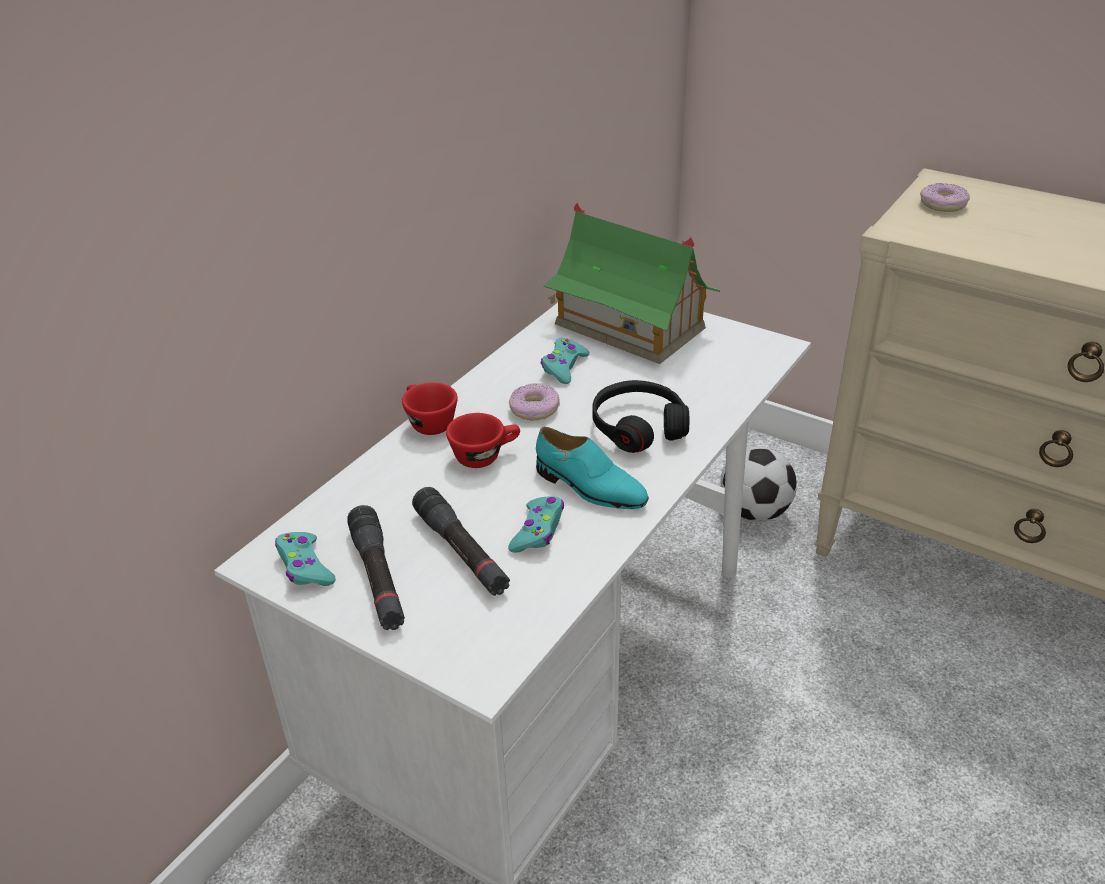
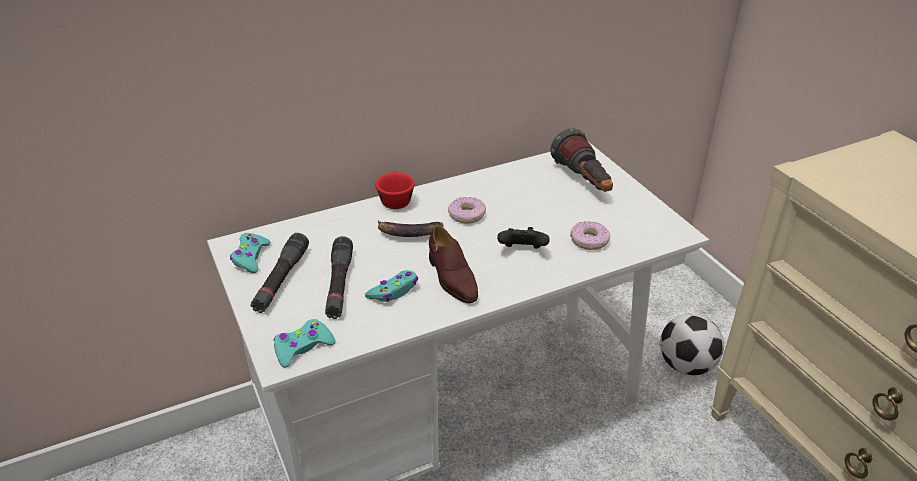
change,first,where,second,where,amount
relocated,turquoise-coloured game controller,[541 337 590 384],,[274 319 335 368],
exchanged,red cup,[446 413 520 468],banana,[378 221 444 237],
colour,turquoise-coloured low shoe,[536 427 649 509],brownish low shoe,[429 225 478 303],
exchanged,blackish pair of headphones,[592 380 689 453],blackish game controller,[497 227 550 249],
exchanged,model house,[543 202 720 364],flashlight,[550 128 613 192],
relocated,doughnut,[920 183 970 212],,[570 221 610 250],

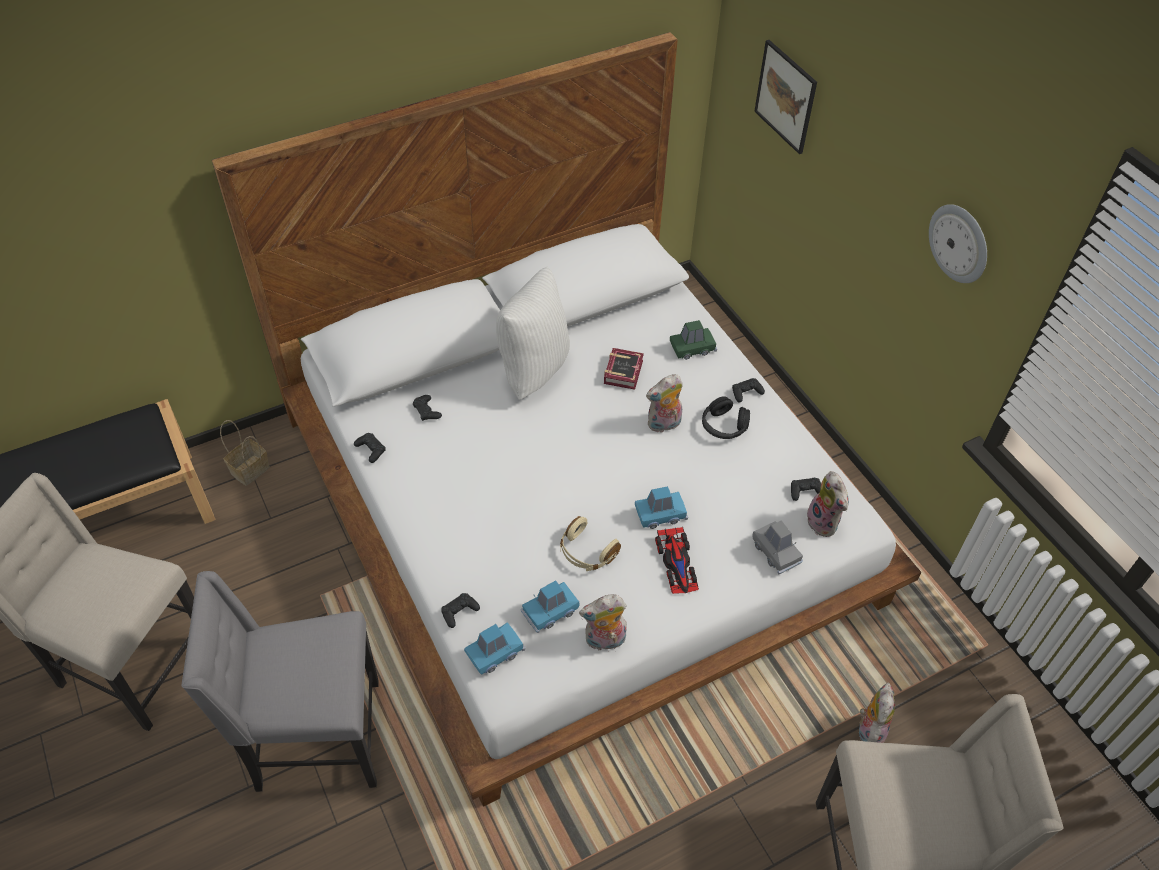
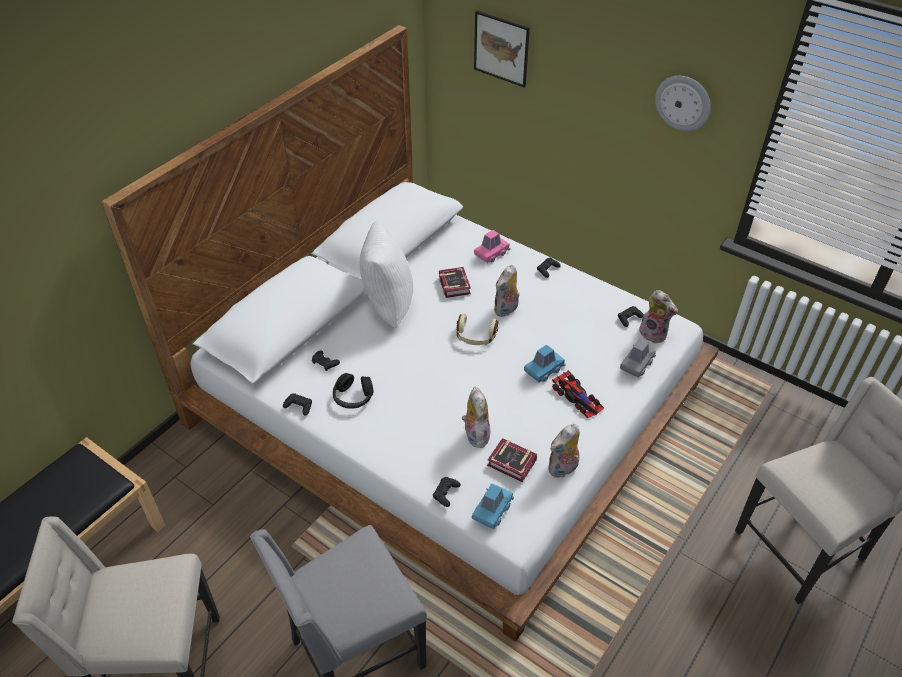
change,first,where,second,where,amount
relocated,blackish pair of headphones,[702 396 750 439],,[333 373 374 409],
relocated,beige pair of headphones,[560 516 621 571],,[456 313 498 346],
relocated,soft toy,[859 682 895 743],,[462 387 490 448],
colour,greenish toy car,[670 320 717 360],pink-coloured toy car,[474 230 510 263],
exchanged,blue toy car,[520 580 580 633],bound book,[487 438 537 482],
spun,gray toy car,[752 520 803 574],,[620 339 656 378],90 degrees counterclockwise
missing,storage basket,[220 420 270 486],,,

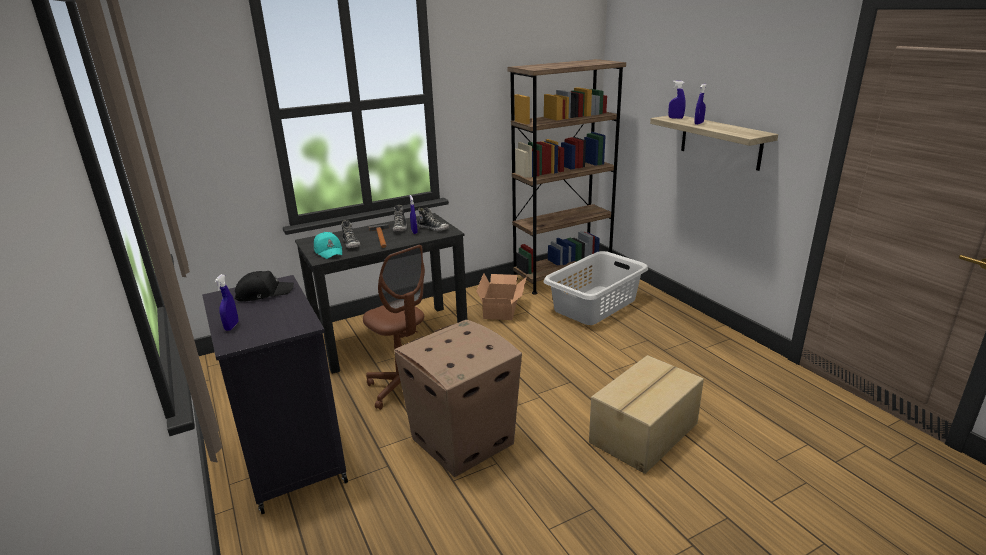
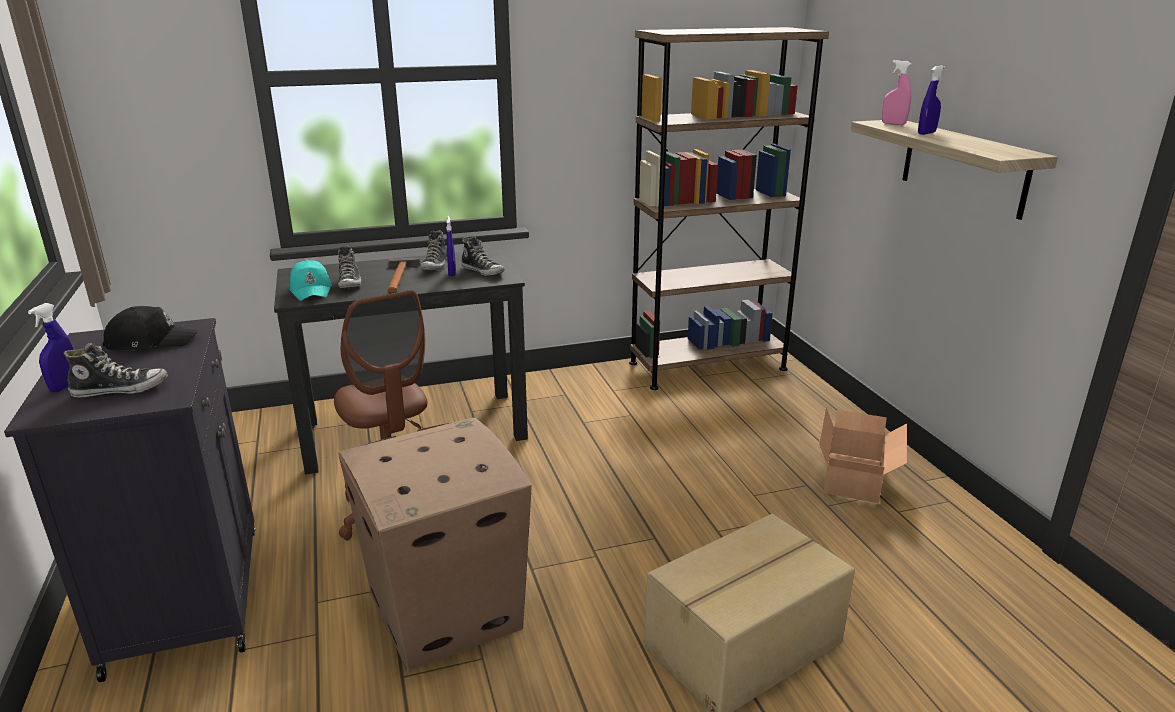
change,first,where,second,where,amount
appeared,,,low shoe,[64 343 168 398],
relocated,carton,[476 273 527 320],,[819 407 907 503],
colour,blue spray bottle,[668 81 686 119],pink-coloured spray bottle,[882 60 912 125],
missing,gray hamper,[544 251 648 325],,,

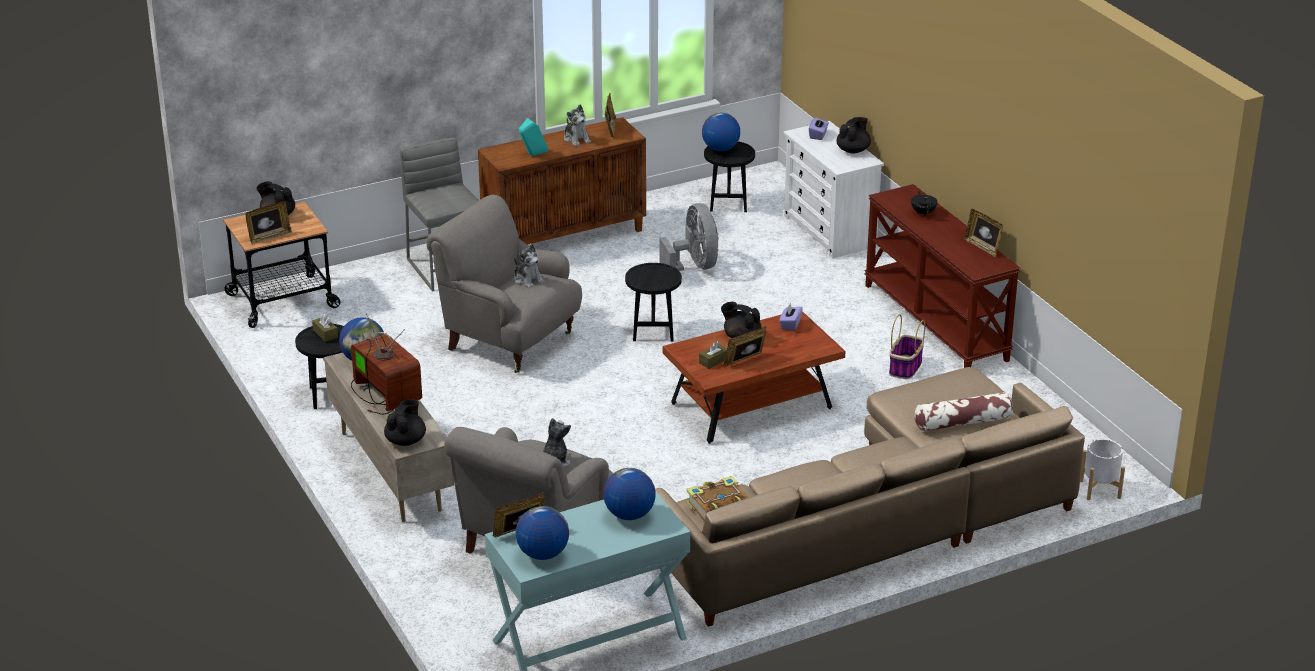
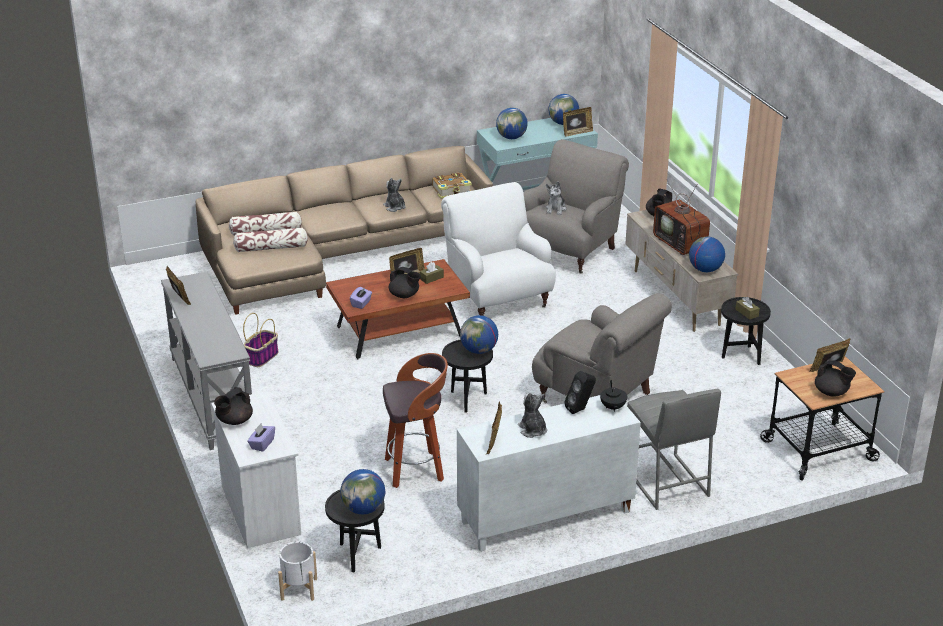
change,first,where,second,where,amount
colour,brownish hall table,[864 184 1021 368],gray hall table,[161 272 252 450],
appeared,,,cushion,[233 227 308 252],
relocated,white-coloured planter,[1080 439 1125 500],,[278 542 317 601],
relocated,soft toy,[514 244 544 288],,[383 178 406 212],
exchanged,gray cooling fan,[660 203 719 271],stool seat,[383 353 448 488],
appeared,,,white-coloured lounge chair,[441 182 556 316],
colour,brownish storage cabinet,[478 117 646 245],white-coloured storage cabinet,[457 395 641 552],
appeared,,,world globe,[460 315 498 354],
colour,turquoise-coloured loudspeaker,[519 118 548 156],blackish loudspeaker,[564 371 596 414],
relocated,blackish pot for tea,[911 191 938 216],,[600 380 627 412],

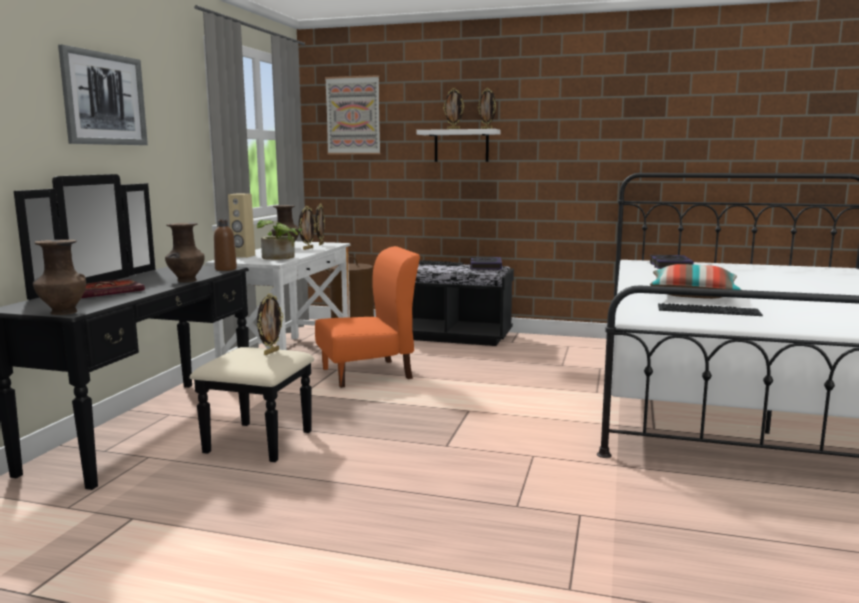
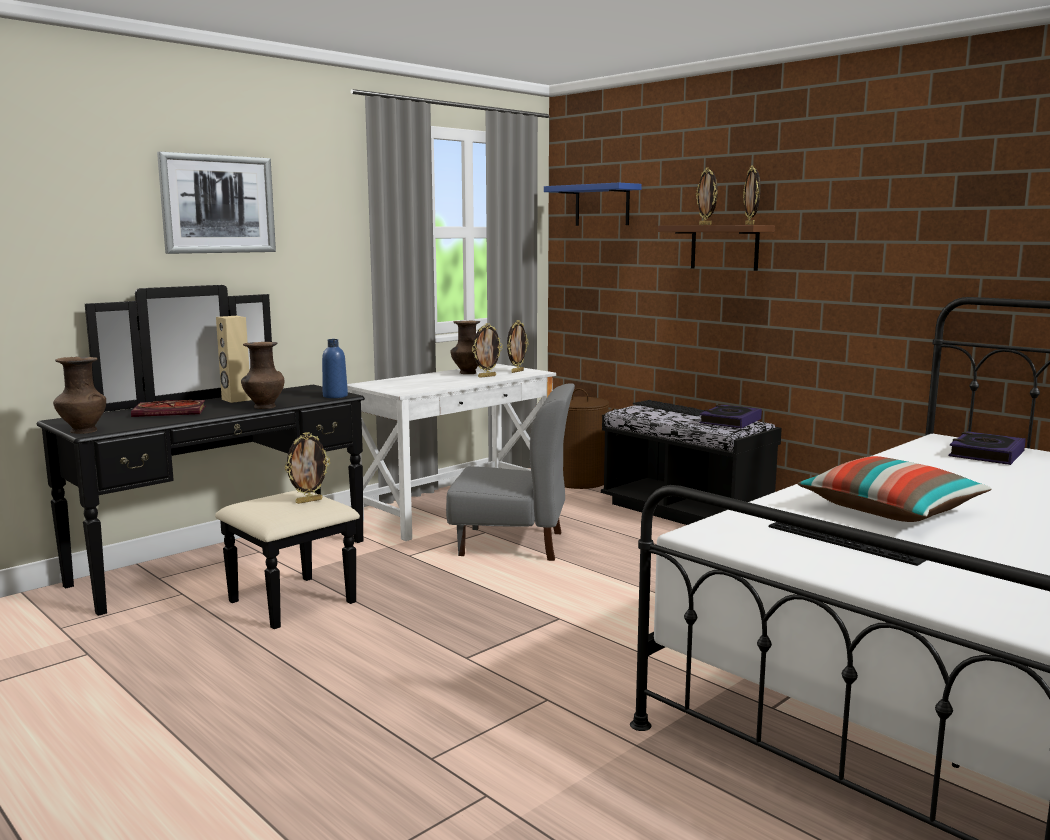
change,first,where,second,where,amount
relocated,beige loudspeaker,[228 194 255 258],,[216 316 251 403],
colour,brownish drink bottle,[214 220 237 271],blue drink bottle,[322 339 348 398],
colour,orangey upright chair,[315 246 420 388],gray upright chair,[446 383 575 561],
exchanged,picture,[325 75 380 154],blue wall shelf,[544 183 642 226],
colour,white-coloured wall shelf,[416 129 500 162],brownish wall shelf,[658 225 775 271],
missing,potted plant,[257 220 302 260],,,

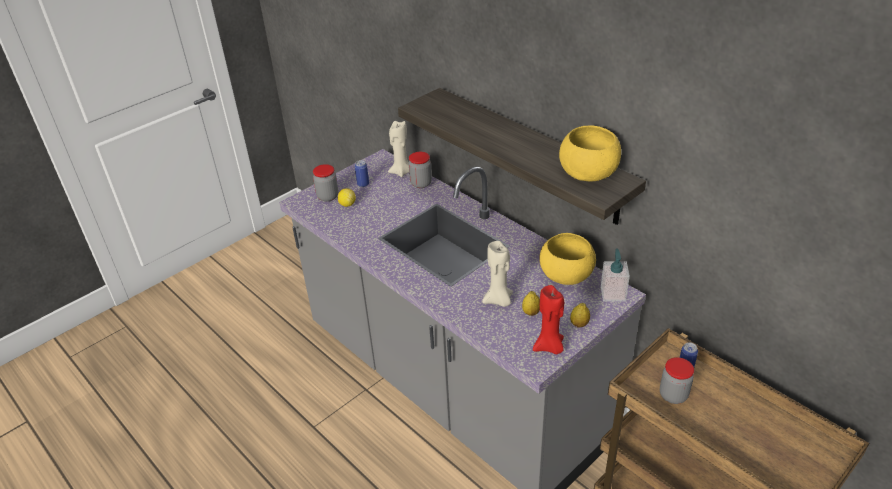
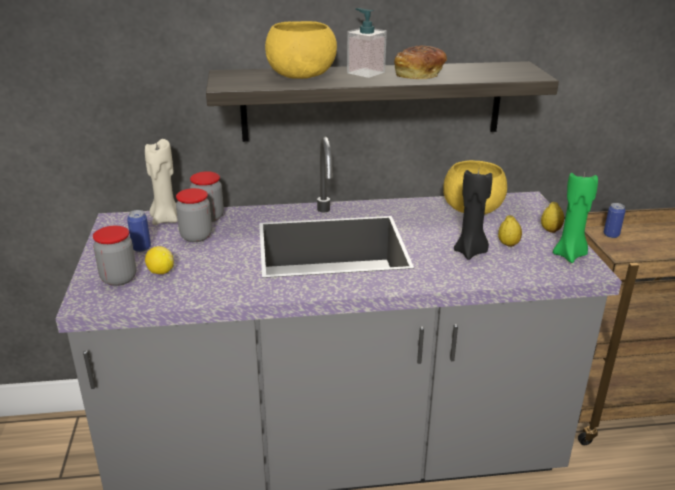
change,first,where,second,where,amount
relocated,storage jar,[660 357 694 404],,[176 188 212 242],
relocated,yellowish serving bowl,[559 125 621 182],,[265 21 337 79],
relocated,liquid soap bottle,[601 248 630 302],,[347 8 387 78],
appeared,,,baked bread,[394 45 447 80],
colour,beige candle,[482 241 513 307],blackish candle,[454 170 492 260],
colour,red candle,[533 285 564 354],greenish candle,[553 173 598 263],

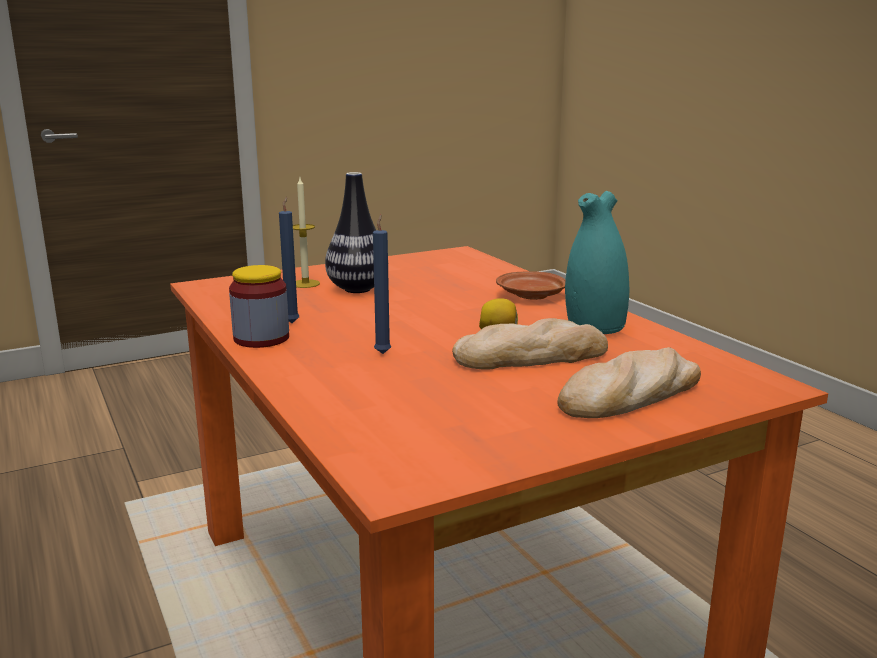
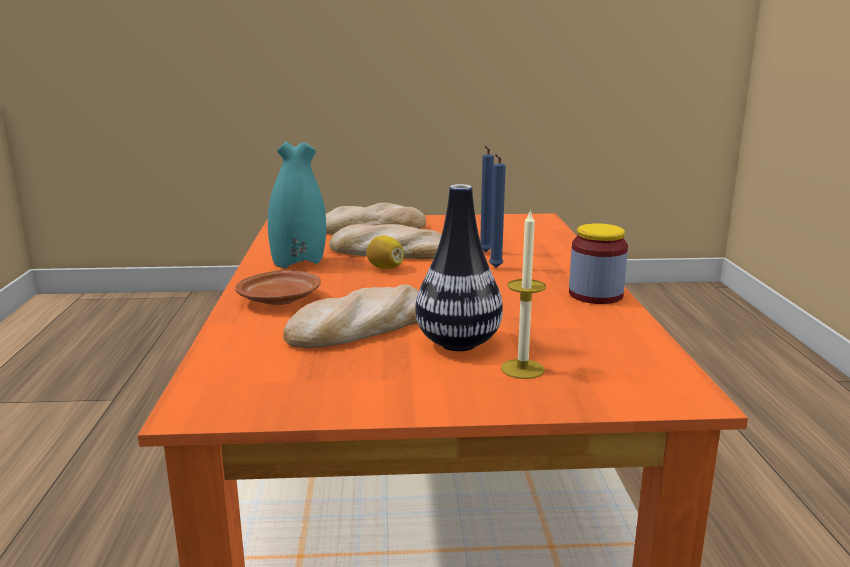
change,first,where,second,where,amount
appeared,,,baked bread,[283 285 419 348],
relocated,blue candle,[279 197 299 323],,[480 146 494 252],

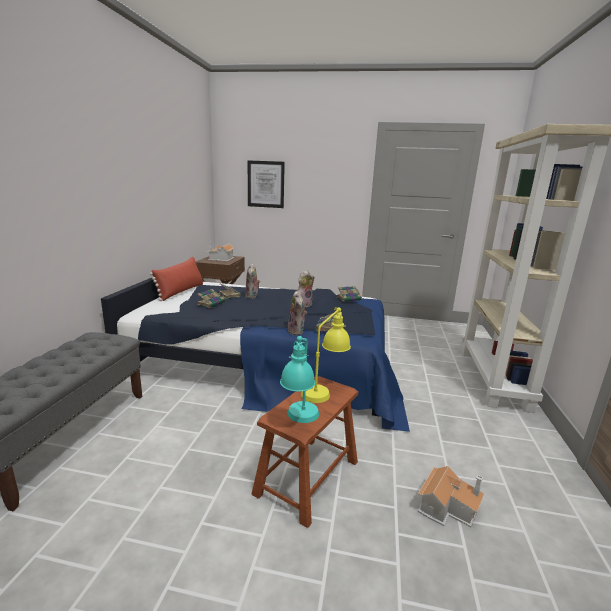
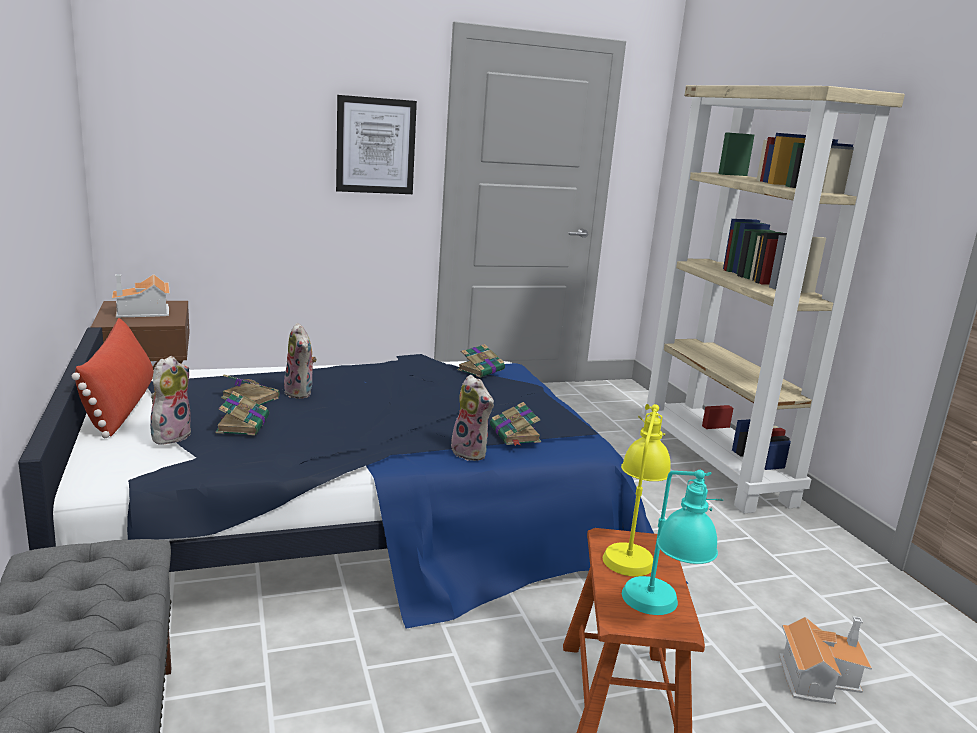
change,first,where,second,where,amount
relocated,soft toy,[298 270 315 307],,[150 356 191 445],
relocated,picture,[248 160 285 208],,[336 95 417 194],

